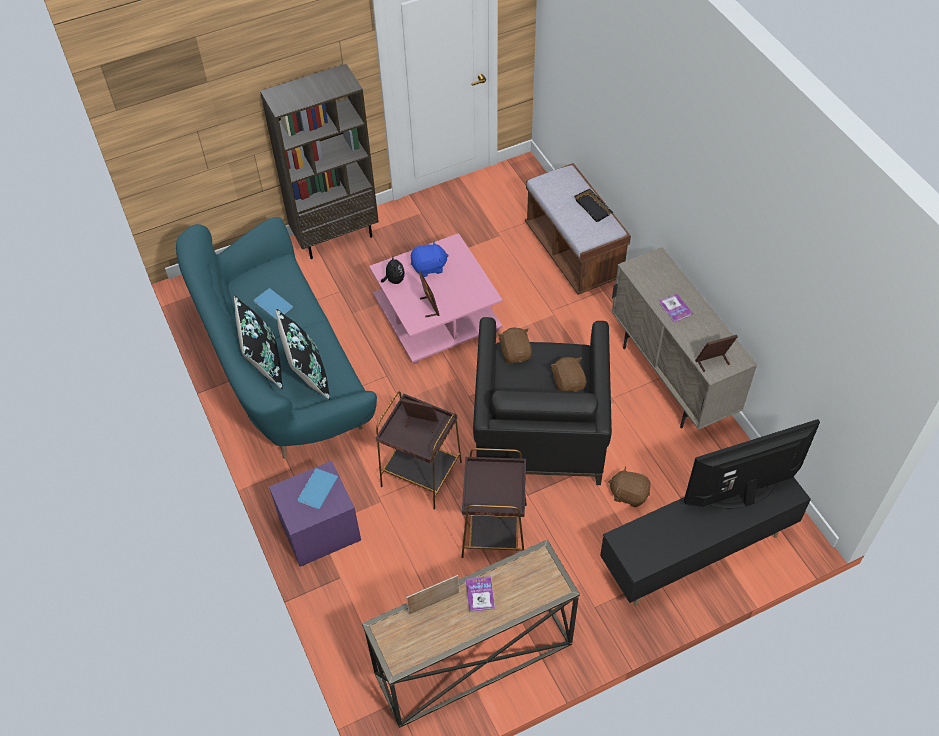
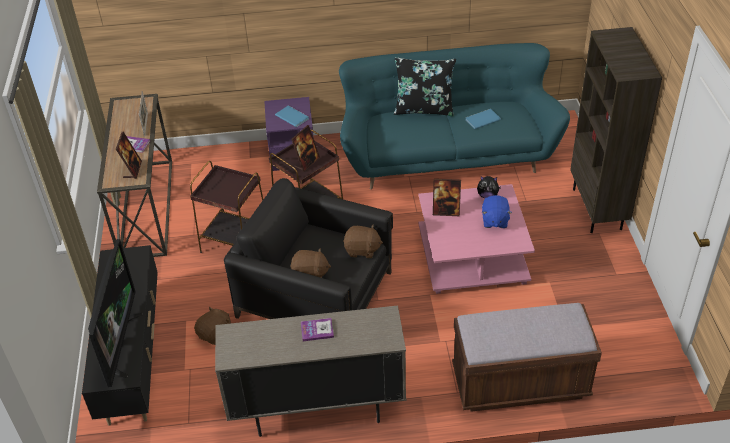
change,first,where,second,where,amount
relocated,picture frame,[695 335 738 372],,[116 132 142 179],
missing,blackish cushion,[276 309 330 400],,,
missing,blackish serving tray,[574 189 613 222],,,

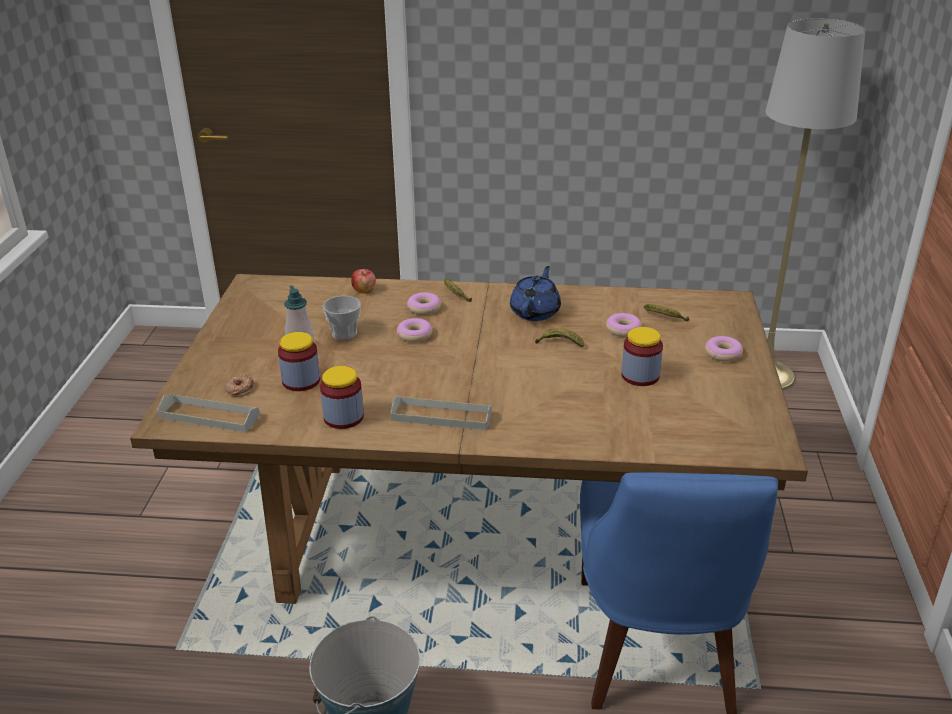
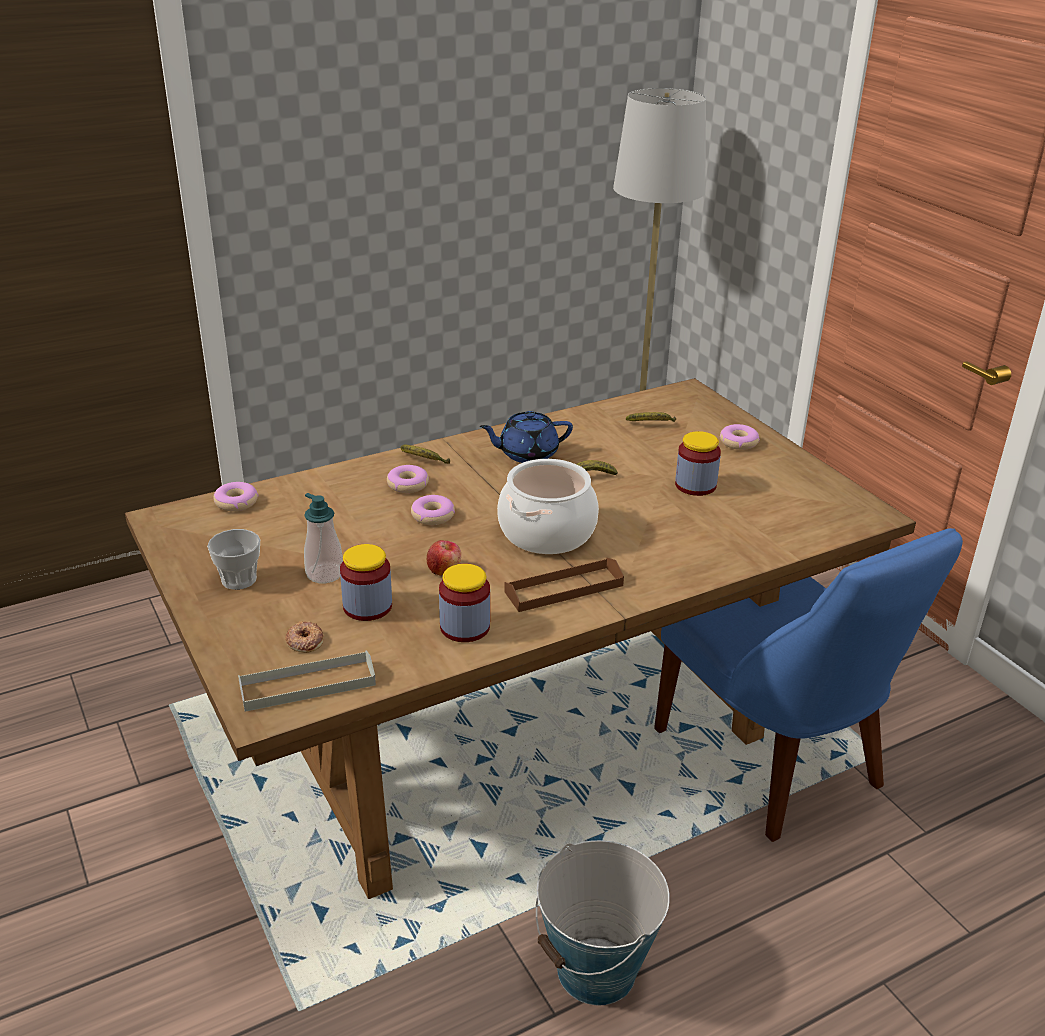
change,first,where,second,where,amount
relocated,cup,[323 295 361 340],,[207 529 260 590],
relocated,doughnut,[606 313 642 337],,[213 482 258 511],
relocated,whole apple,[351 269 376 293],,[427 540 461 576],
spun,blue pot for tea,[510 266 561 321],,[479 411 573 463],90 degrees counterclockwise
appeared,,,stockpot,[497 459 599 554],
colour,gray serving tray,[390 396 492 430],brownish serving tray,[504 558 624 612],

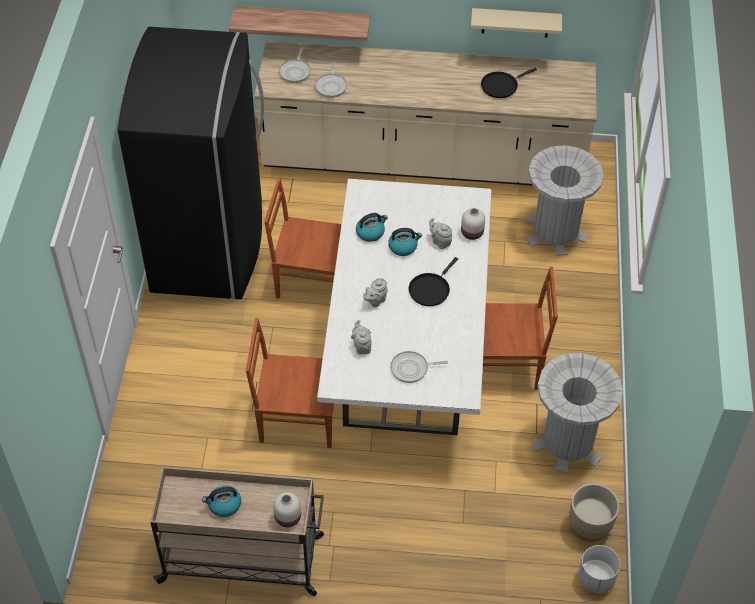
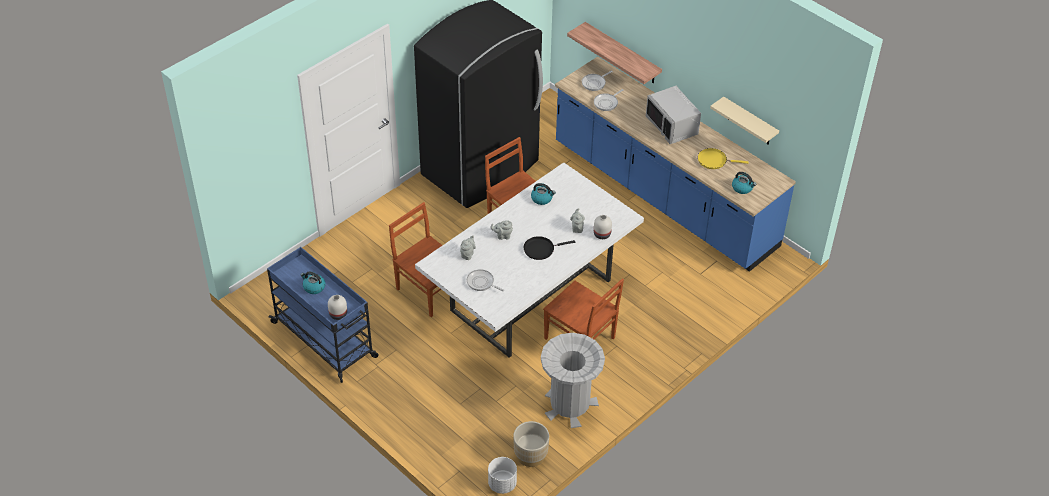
change,first,where,second,where,amount
colour,beige trolley,[150 467 324 596],blue trolley,[267 247 379 383],
colour,beige counter,[254 41 597 186],blue counter,[555 57 796 272],
appeared,,,gray microwave,[646 86 701 144],
colour,blackish pan,[481 68 537 98],yellowish pan,[698 148 748 169],
relocated,tea kettle,[388 228 422 256],,[732 172 757 194],
missing,gray trash can,[526 145 604 256],,,

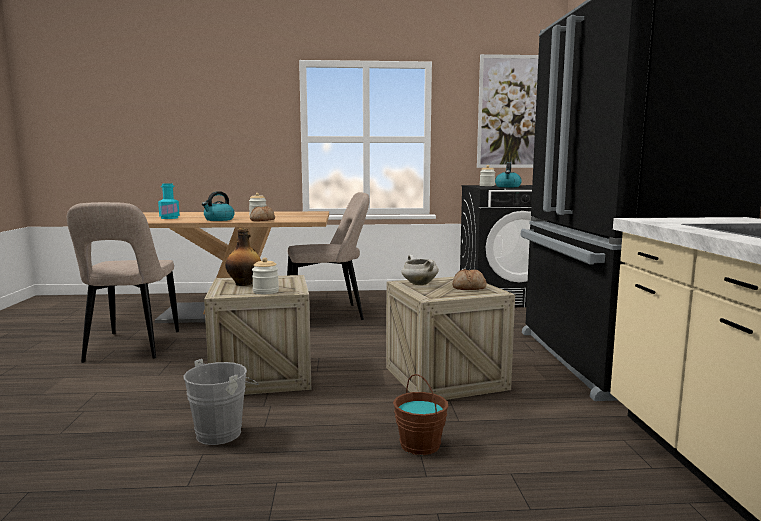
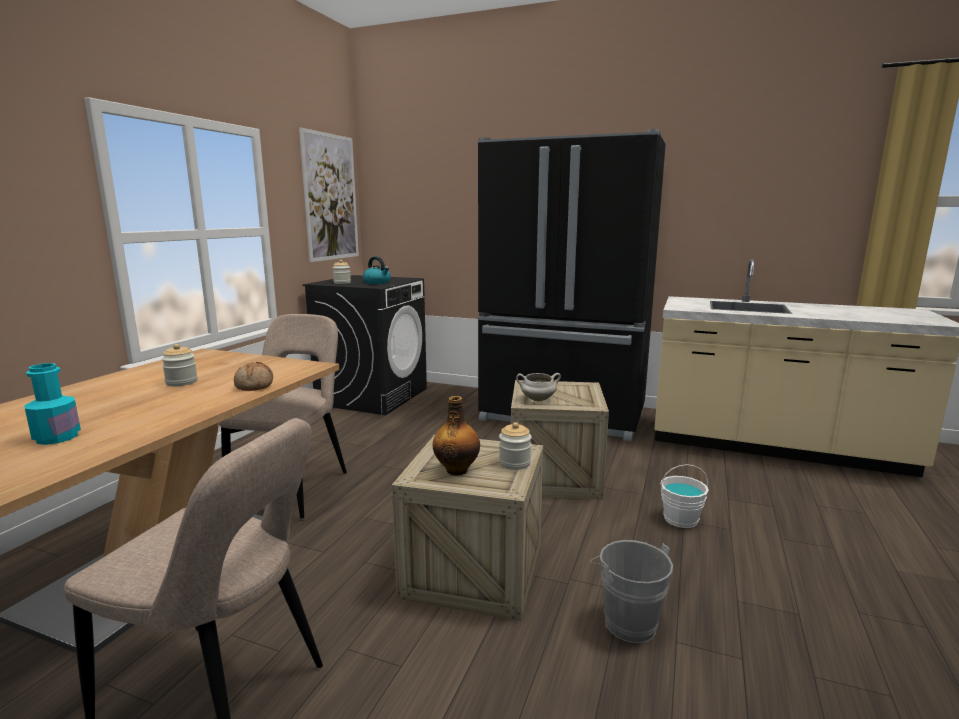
change,first,where,second,where,amount
colour,brownish pail,[393 374 448 455],white-coloured pail,[661 464 709 528],
missing,tea kettle,[202 191 235 221],,,
missing,baked bread,[452 269 487 290],,,

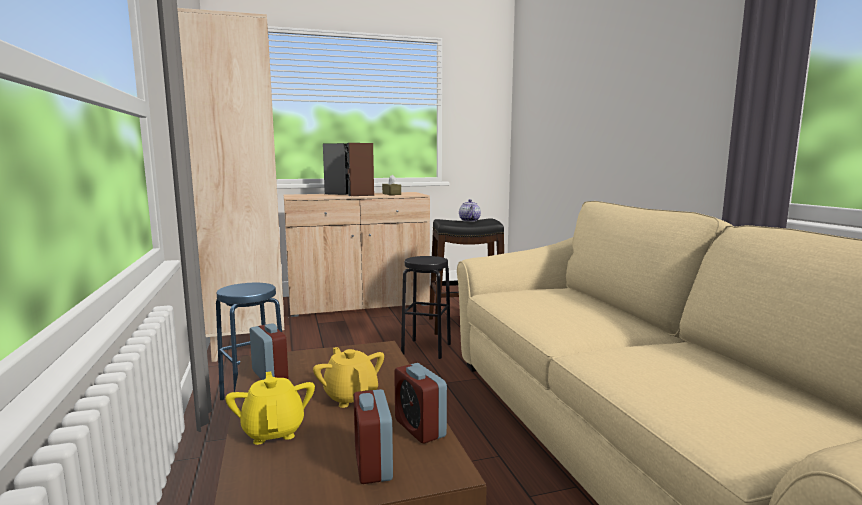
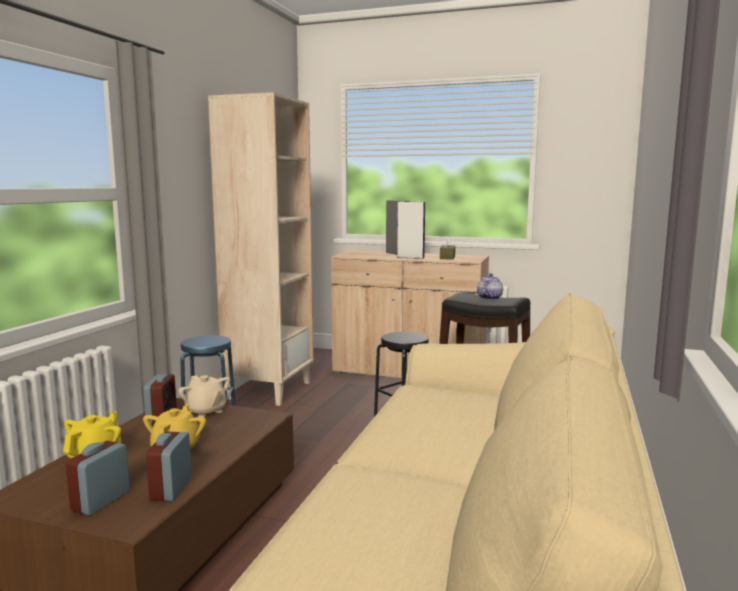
change,first,where,second,where,amount
appeared,,,beige pot for tea,[178 375 230 417],
colour,brownish loudspeaker,[347 143 374 196],white-coloured loudspeaker,[397 202 425 259],

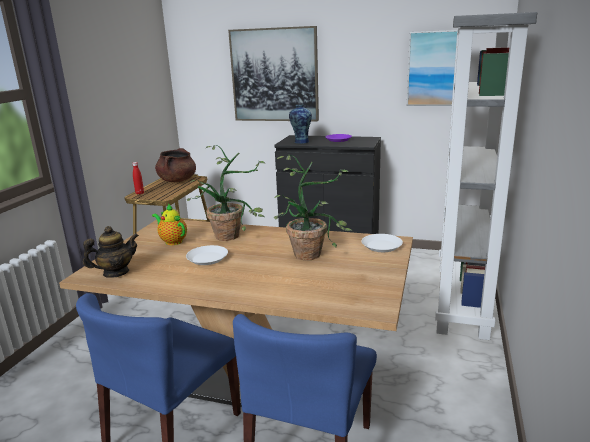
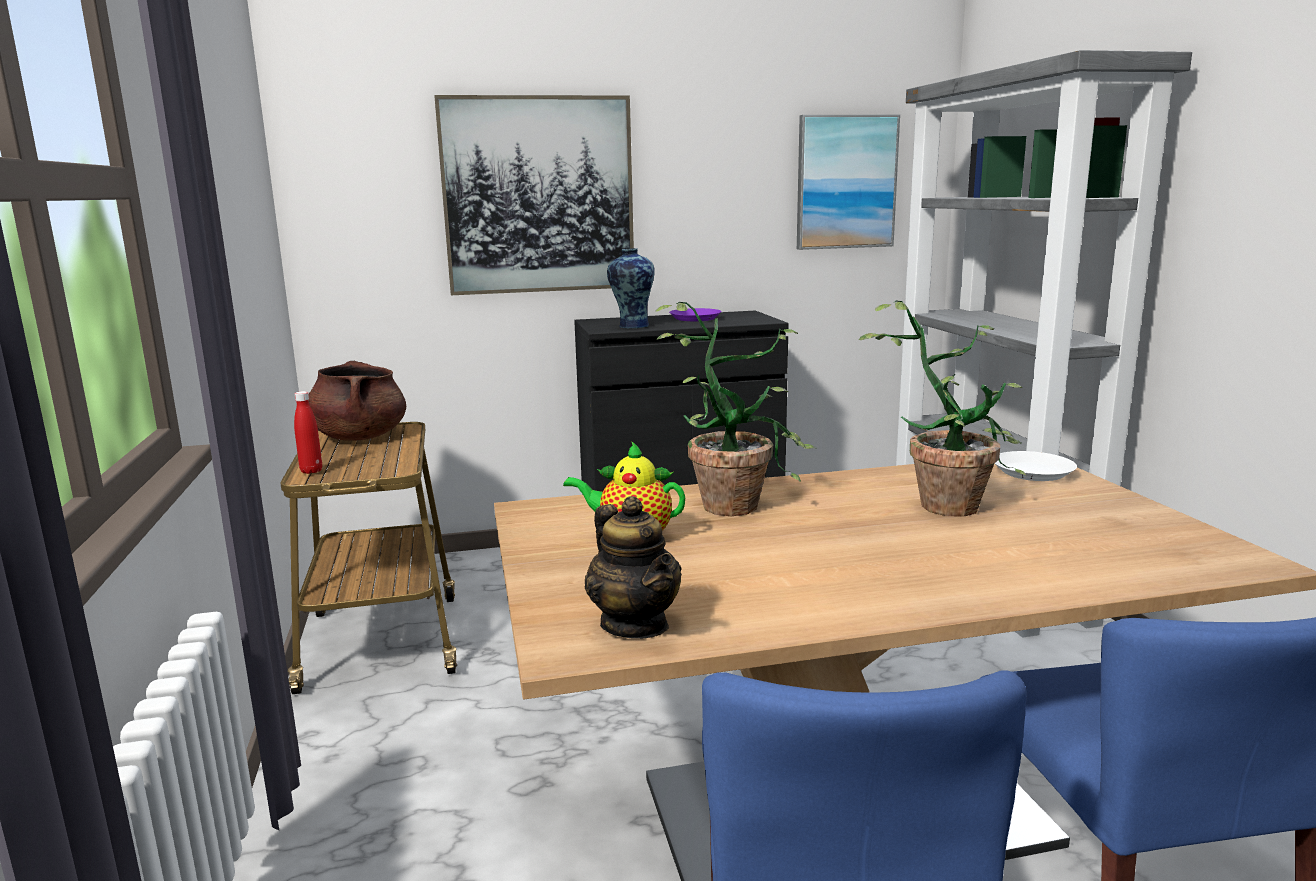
change,first,where,second,where,amount
spun,pot for tea,[83 226 139 278],,[585 496 682 639],120 degrees clockwise
missing,white-coloured flat dish,[186 245 228 265],,,

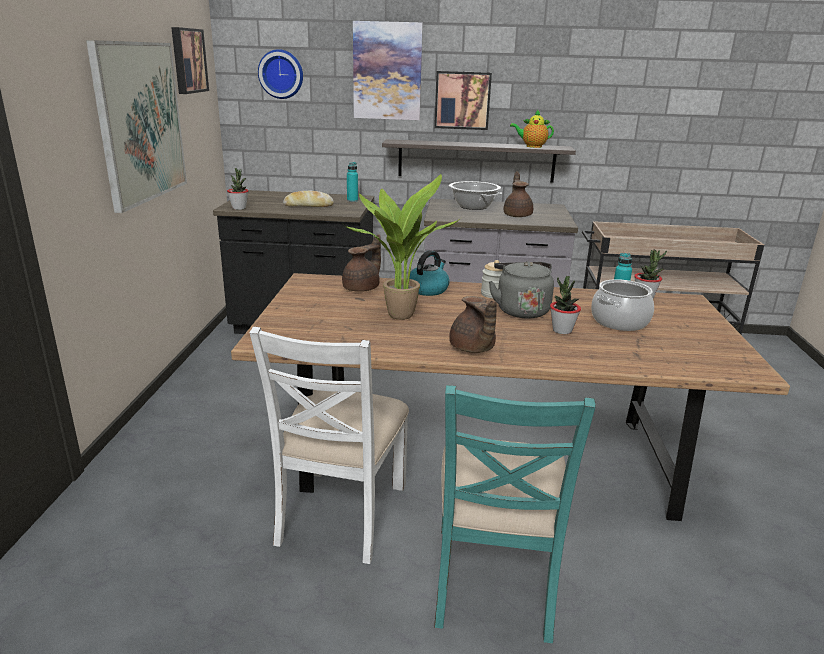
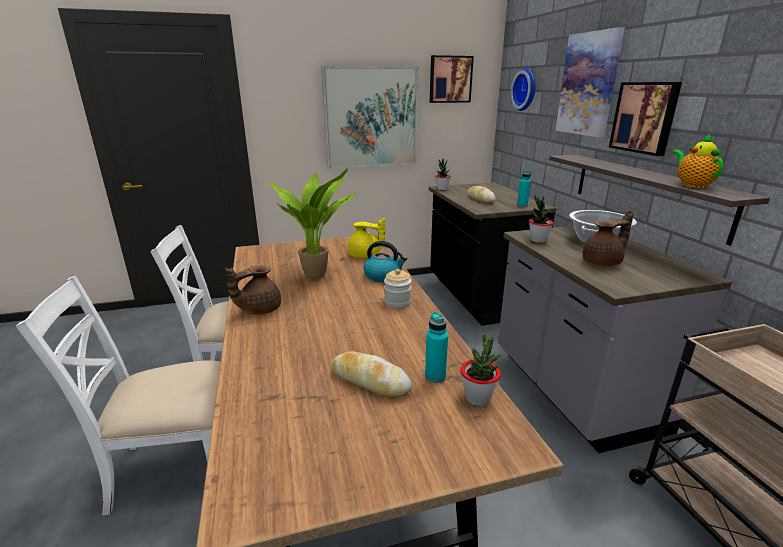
change,first,where,second,where,amount
colour,turquoise-coloured upright chair,[434 385 596 643],white-coloured upright chair,[16 275 221 516],
exchanged,stockpot,[591 279 654 331],baked bread,[331 351 412 398],
colour,brownish pot for tea,[342 234 381 292],yellowish pot for tea,[348 218 385 258],
relocated,potted plant,[550 276 581 334],,[529 195 553 243],
missing,gray tea kettle,[489 261 554 318],,,

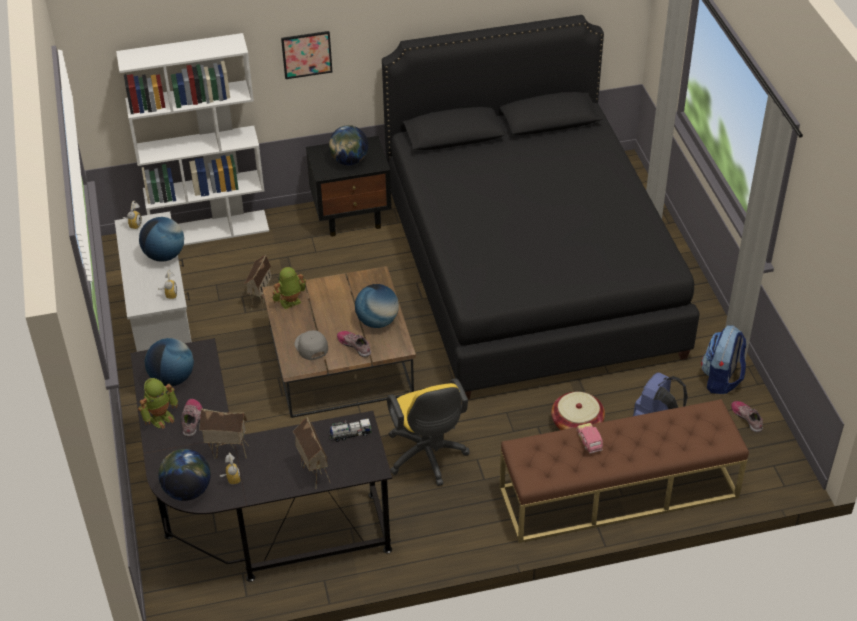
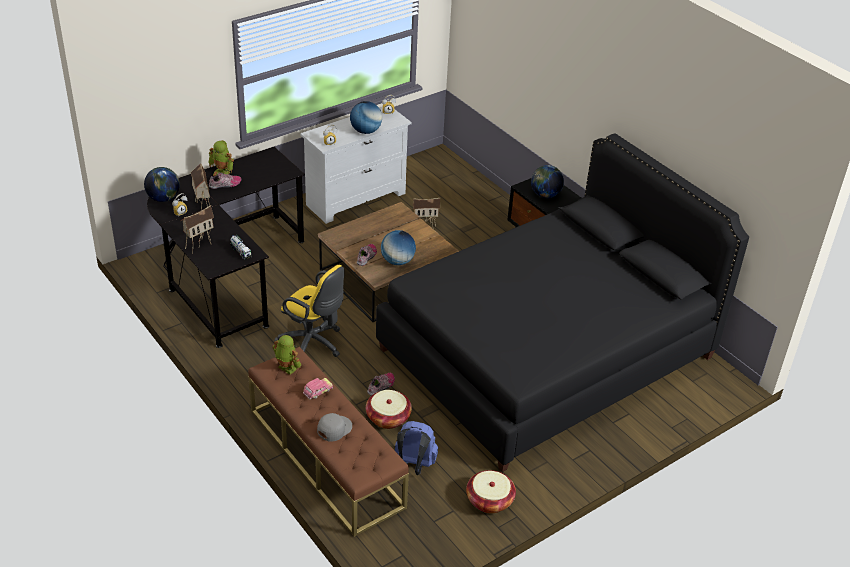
change,first,where,second,where,amount
relocated,robot figure,[273 267 307 309],,[272 335 301 375],
spun,yellowish office chair,[387 378 470 486],,[275 265 344 357],105 degrees counterclockwise
relocated,gray cap,[295 330 328 360],,[317 413 352 442],
relocated,low shoe,[731 401 763 432],,[367 373 395 396],
exchanged,backpack,[701 325 746 394],storage basket,[466 470 516 513],
missing,white-coloured shelving unit,[116 33 269 246],,,
missing,world globe,[145 338 194 386],,,
missing,picture,[281 31 332 79],,,

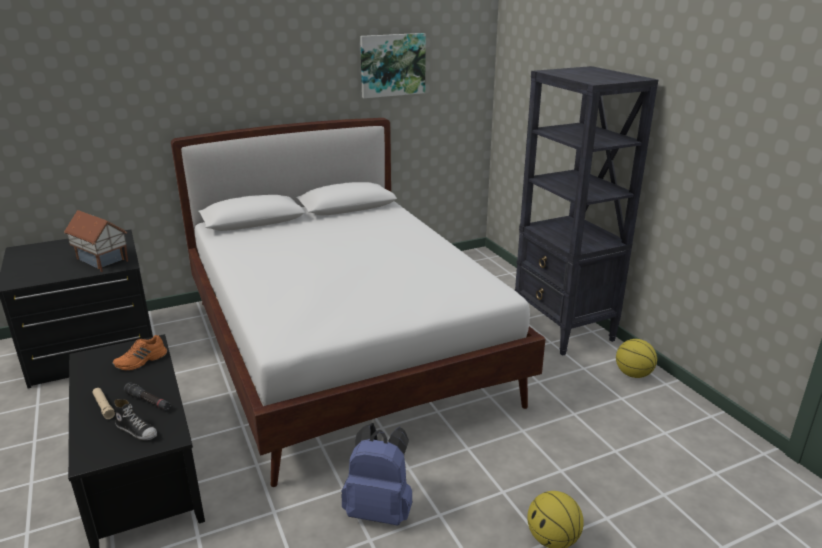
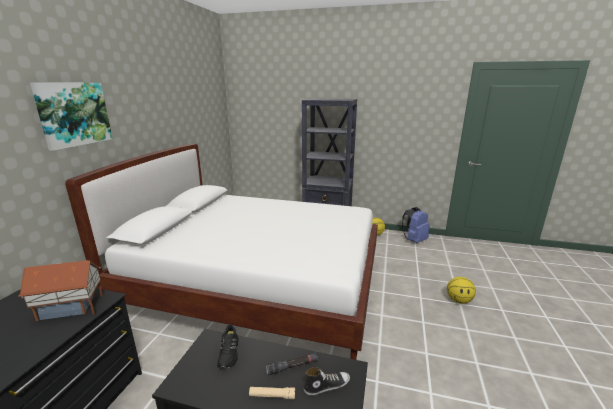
change,first,where,second,where,amount
relocated,picture,[360 33 426 98],,[30 82 113 151],
colour,orangey low shoe,[112 335 167 371],blackish low shoe,[217 324 239 369],
relocated,blue backpack,[341 423 412 526],,[402 207 430 243],

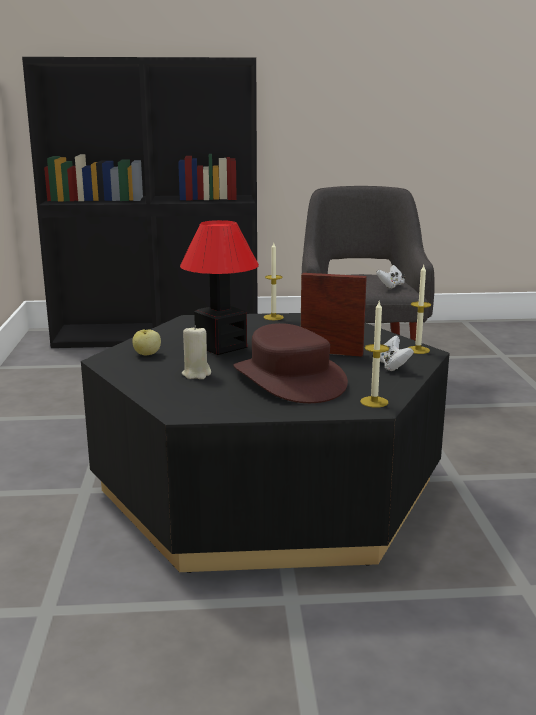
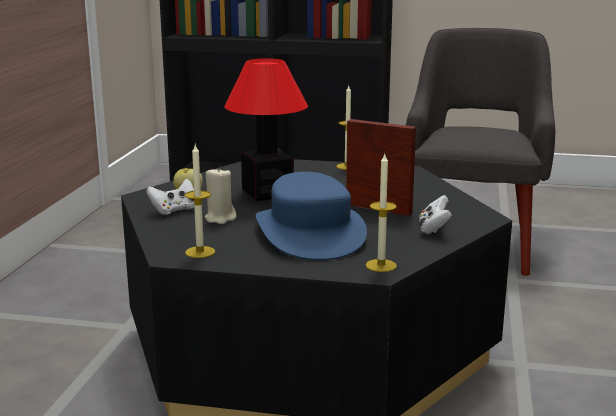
change,first,where,second,where,amount
relocated,white-coloured game controller,[376 265 405 289],,[146 179 194 215],
relocated,candle,[408 265 431 354],,[184 145 215 258],
colour,brownish clothing hat,[233 323 348 403],blue clothing hat,[256 172 367 260],

